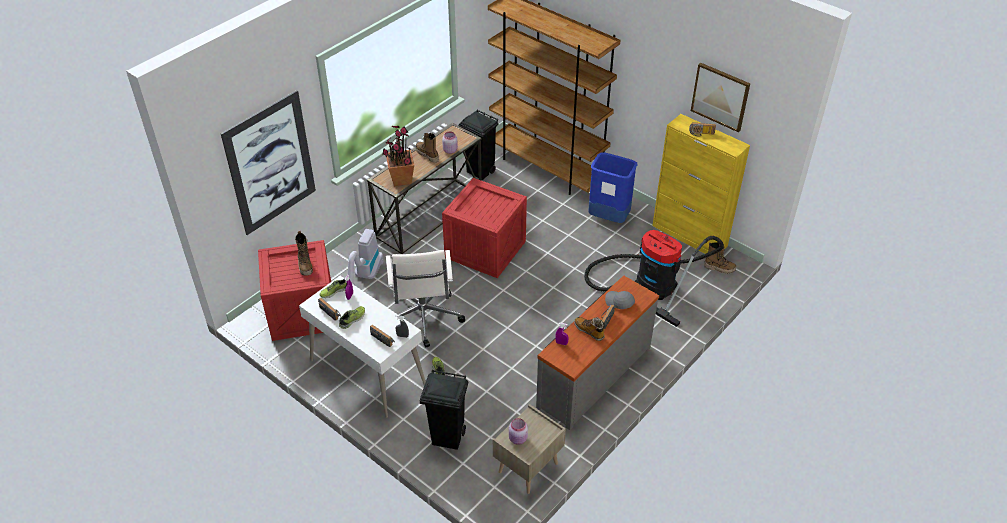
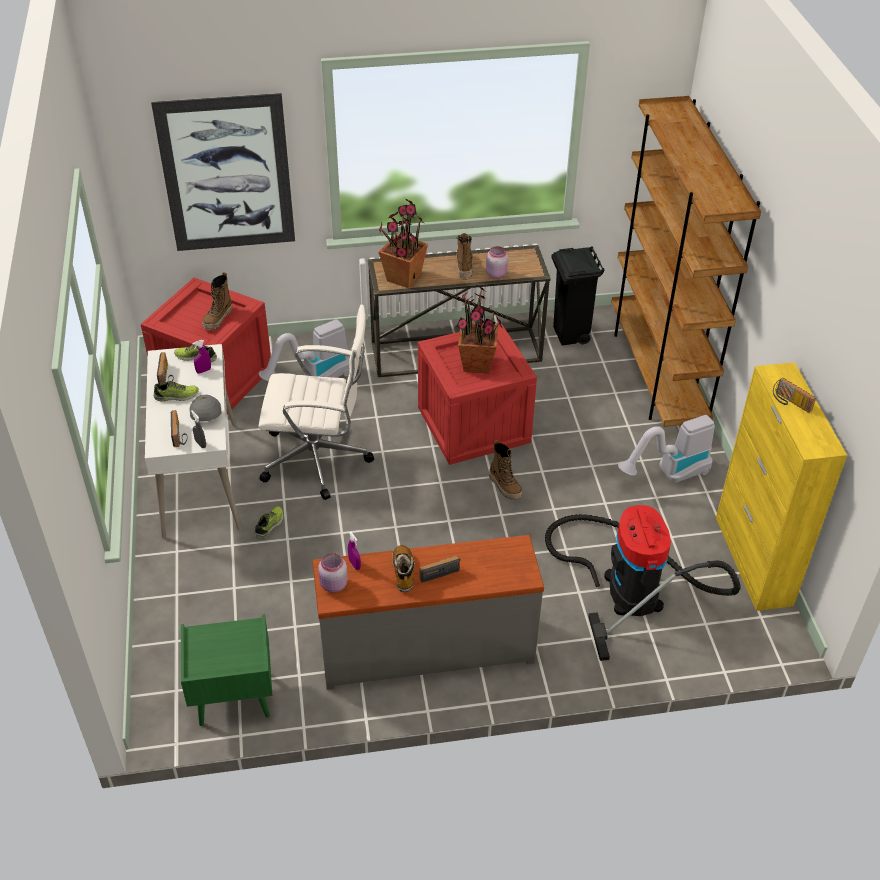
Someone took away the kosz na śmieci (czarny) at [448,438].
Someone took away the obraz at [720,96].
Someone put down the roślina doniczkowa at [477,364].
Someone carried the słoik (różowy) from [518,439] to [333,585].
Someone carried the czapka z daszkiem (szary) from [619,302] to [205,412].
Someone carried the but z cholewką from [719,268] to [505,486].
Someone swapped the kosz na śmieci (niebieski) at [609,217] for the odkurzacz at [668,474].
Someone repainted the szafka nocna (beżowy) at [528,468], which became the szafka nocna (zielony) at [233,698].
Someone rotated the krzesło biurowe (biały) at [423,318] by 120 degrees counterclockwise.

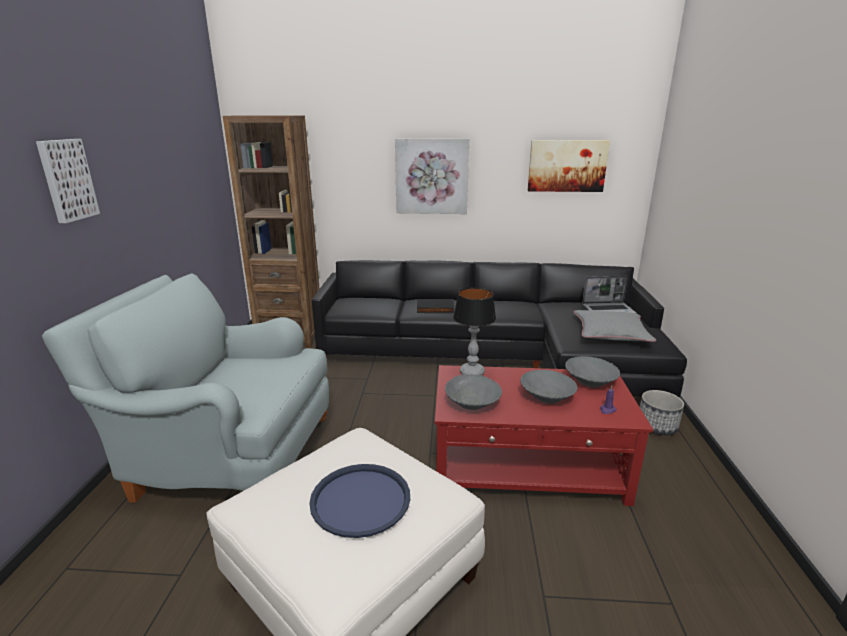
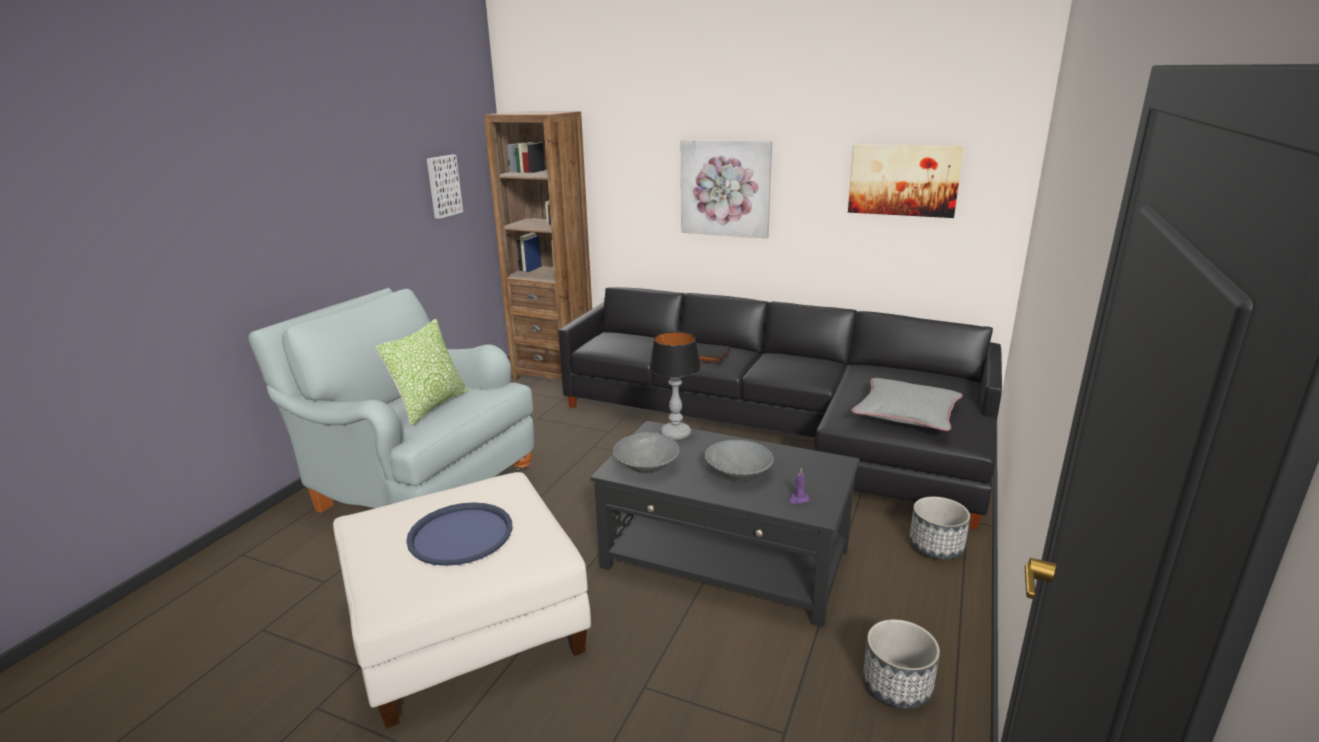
Someone took away the miska (szary) at [590,381].
Someone took away the laptop at [608,310].
Someone put down the poduszka at [430,406].
Someone put down the donica at [897,685].
Someone carried the obraz from [66,180] to [443,186].
Someone repainted the ława (czerwony) at [528,466], which became the ława (czarny) at [726,558].

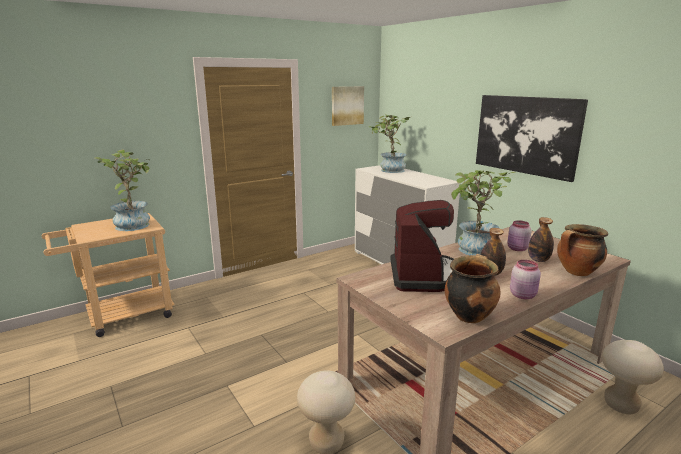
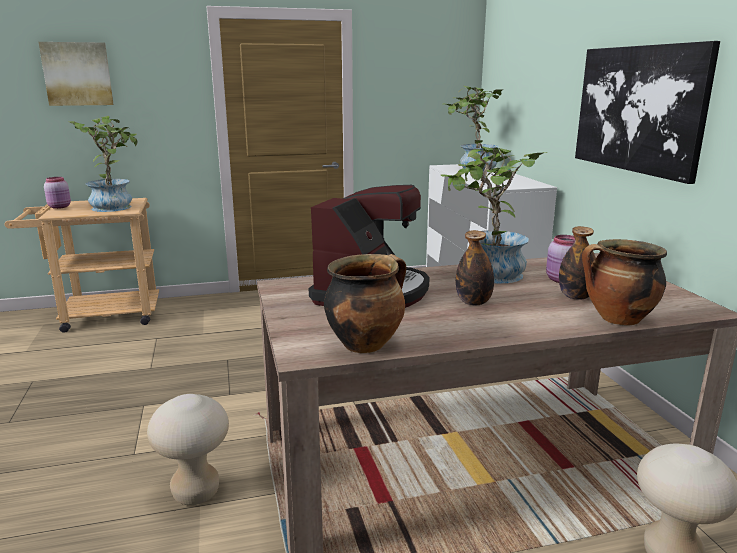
Someone carried the obraz from [347,105] to [77,74].
Someone carried the słoik (różowy) from [523,295] to [60,207].

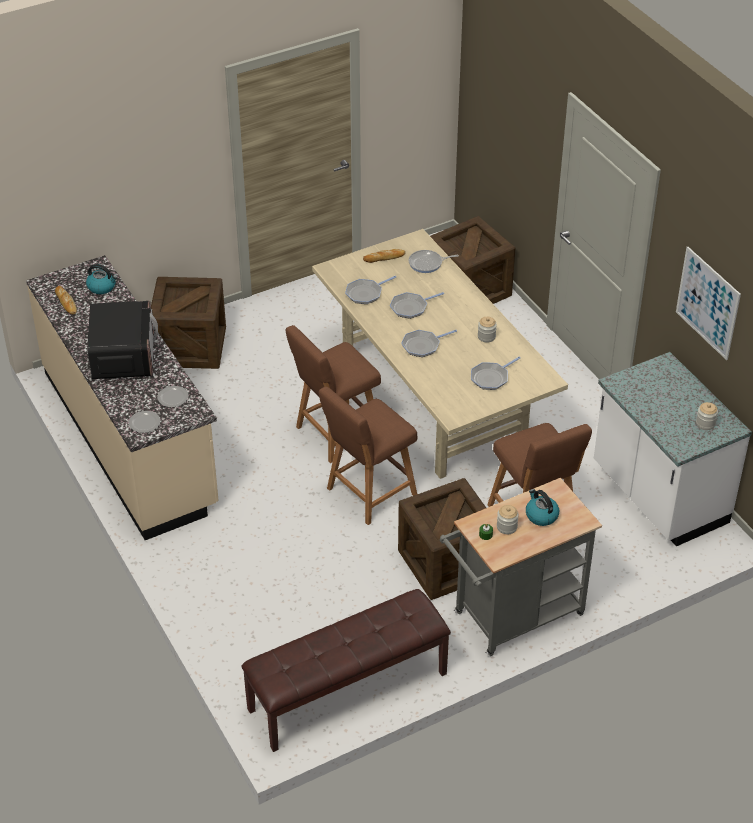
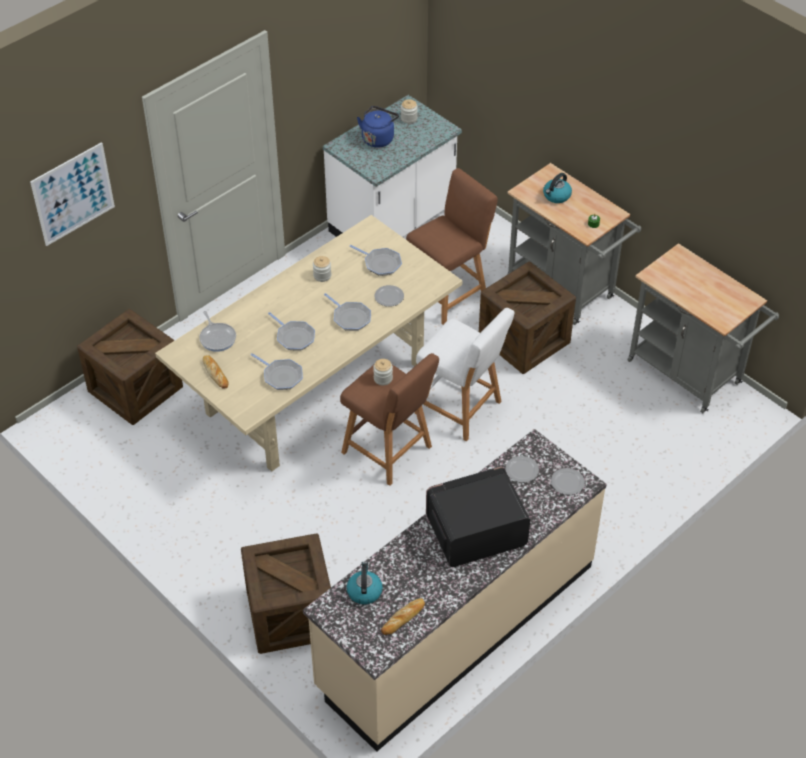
Someone put down the czajnik (niebieski) at [378,138].
Someone put down the talerz at [389,296].
Someone carried the słoik from [507,527] to [383,378].
Someone carried the obraz from [707,303] to [73,194].
Someone swapped the ławka (brązowy) at [348,692] for the wózek (szary) at [690,375].
Someone repainted the stołek (brązowy) at [368,493], which became the stołek (biały) at [461,409].

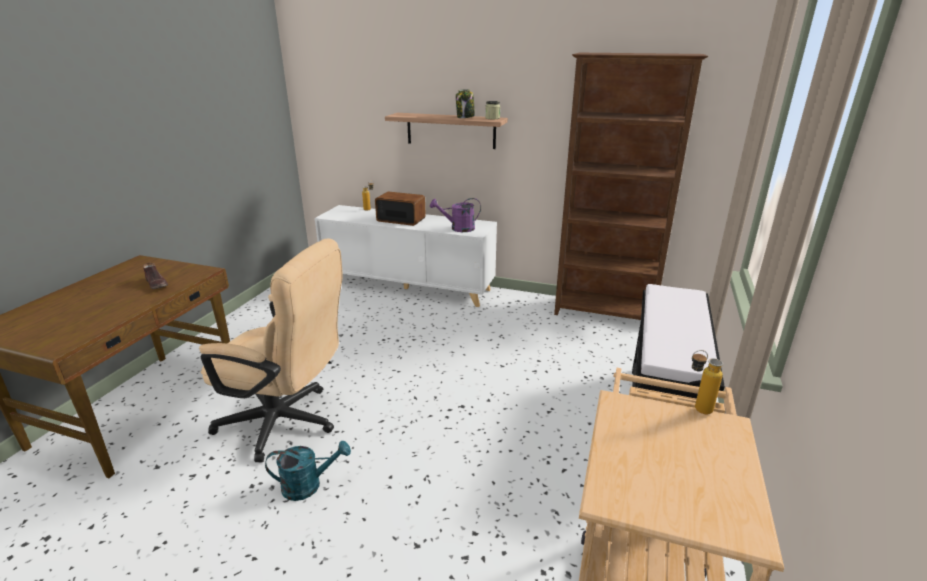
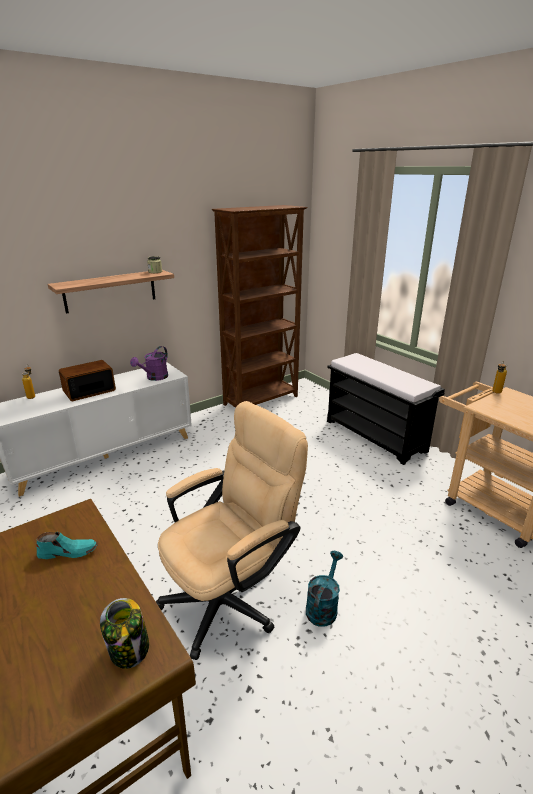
Someone carried the słoik from [465,117] to [129,649].
Someone repainted the but (brązowy) at [157,284], which became the but (turkusowy) at [68,552].

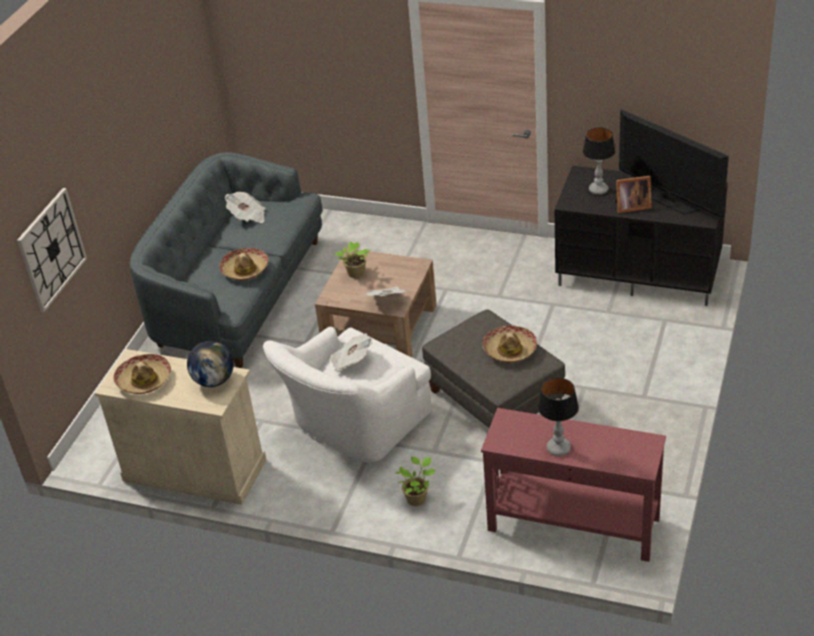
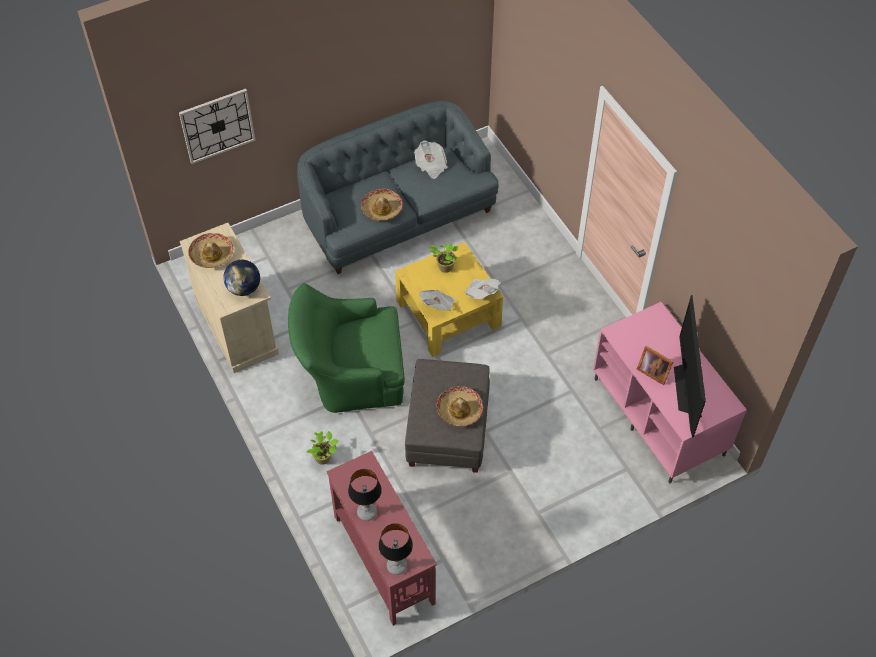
Someone carried the gazeta from [351,361] to [481,293].
Someone carried the lampa stołowa from [598,190] to [396,566].
Someone repainted the fotel (biały) at [354,425], which became the fotel (zielony) at [350,374].
Someone repainted the ława (brązowy) at [380,327], which became the ława (żółty) at [448,313].
Someone repainted the szafka pod telewizor (czarny) at [640,273], which became the szafka pod telewizor (różowy) at [660,417].

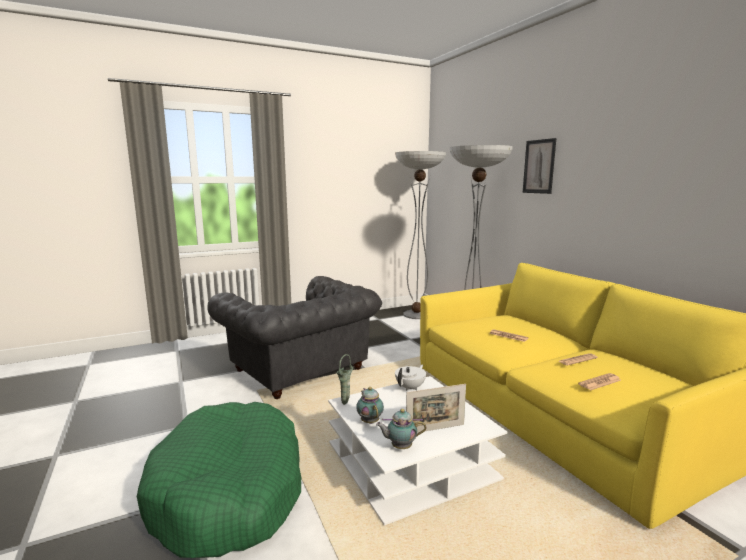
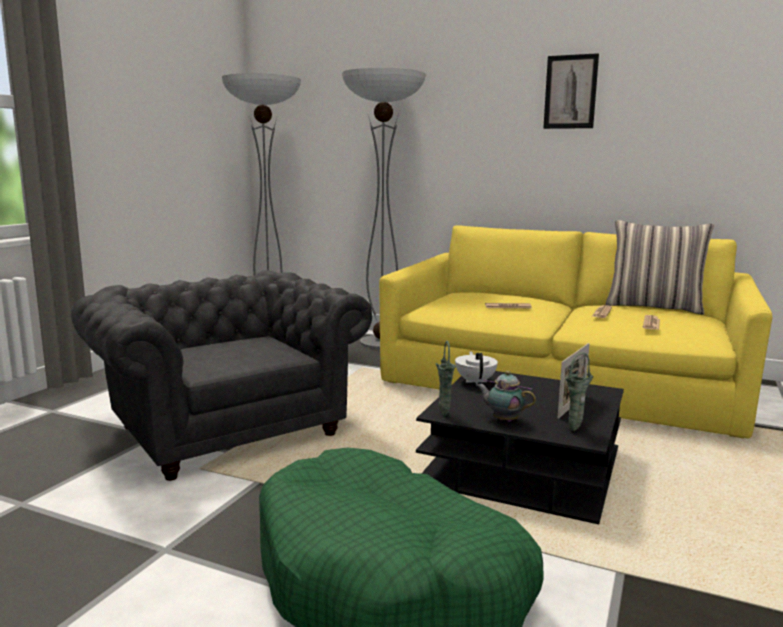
Someone put down the poduszka at [654,307].
Someone carried the obraz from [539,166] to [570,92].
Someone swapped the imbryk at [400,447] for the wazon (zielony) at [576,429].
Someone repainted the ława (biały) at [410,461], which became the ława (czarny) at [522,466].
Someone rotated the fotel (szary) at [301,371] by 135 degrees counterclockwise.

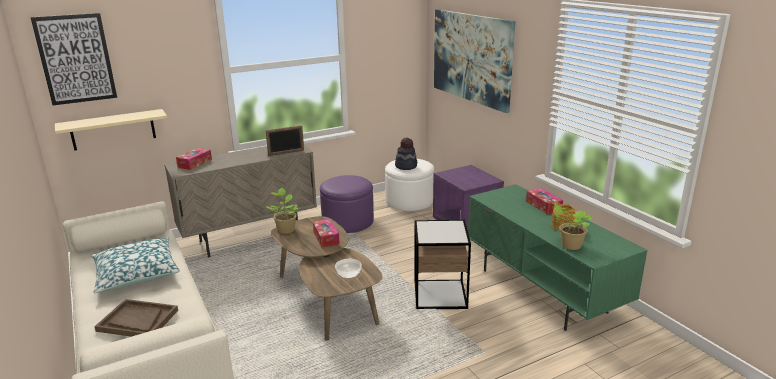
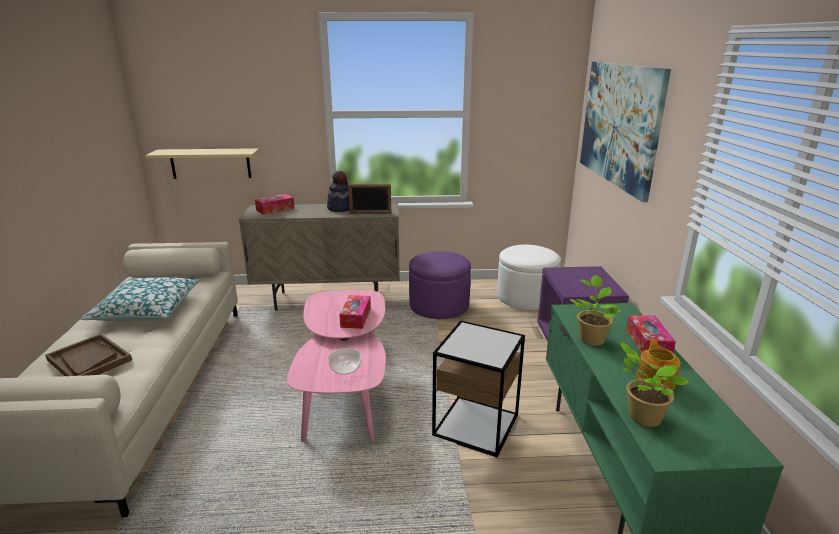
Someone took away the obraz at [76,59].
Someone carried the roślina doniczkowa from [286,229] to [591,338].
Someone carried the kapelusz from [406,166] to [341,208].
Someone repainted the ława (brązowy) at [326,298], which became the ława (różowy) at [345,388].

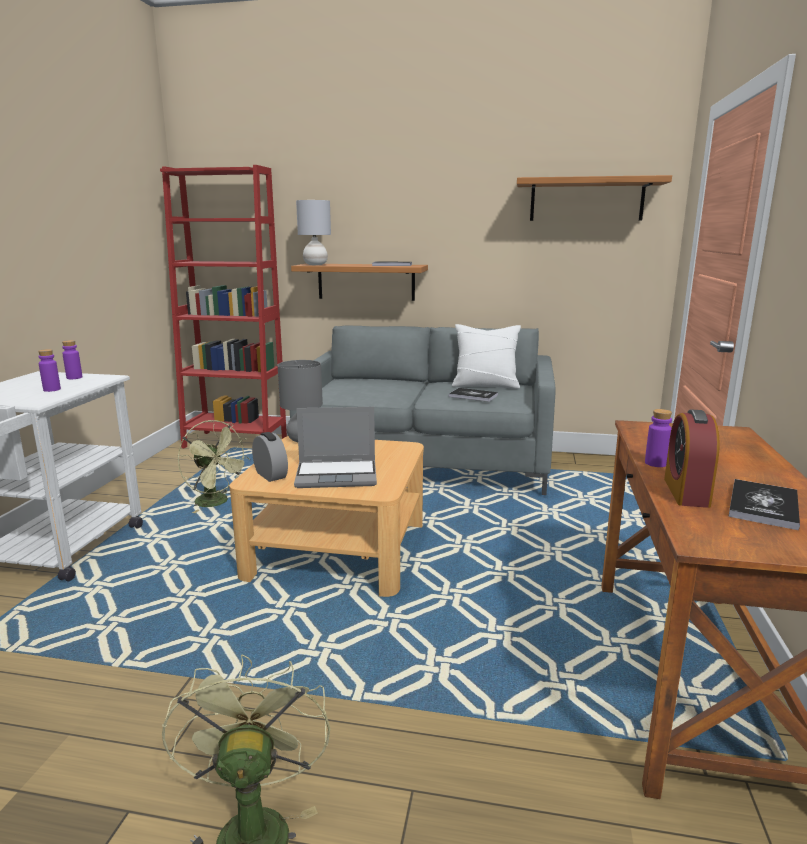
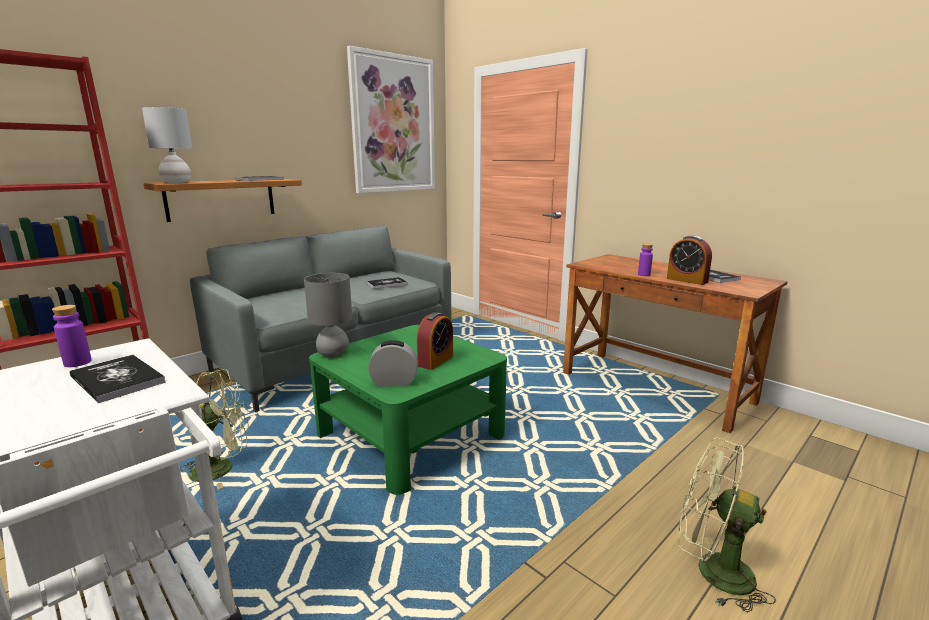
Someone took away the poduszka (biały) at [485,385].
Someone swapped the butelka (fioletowy) at [52,389] for the książka at [117,379].
Someone swapped the laptop at [337,475] for the budzik at [435,361].
Someone swapped the półka at [586,200] for the obraz at [393,125].
Someone repainted the ława (beżowy) at [338,548], which became the ława (zielony) at [411,433].

